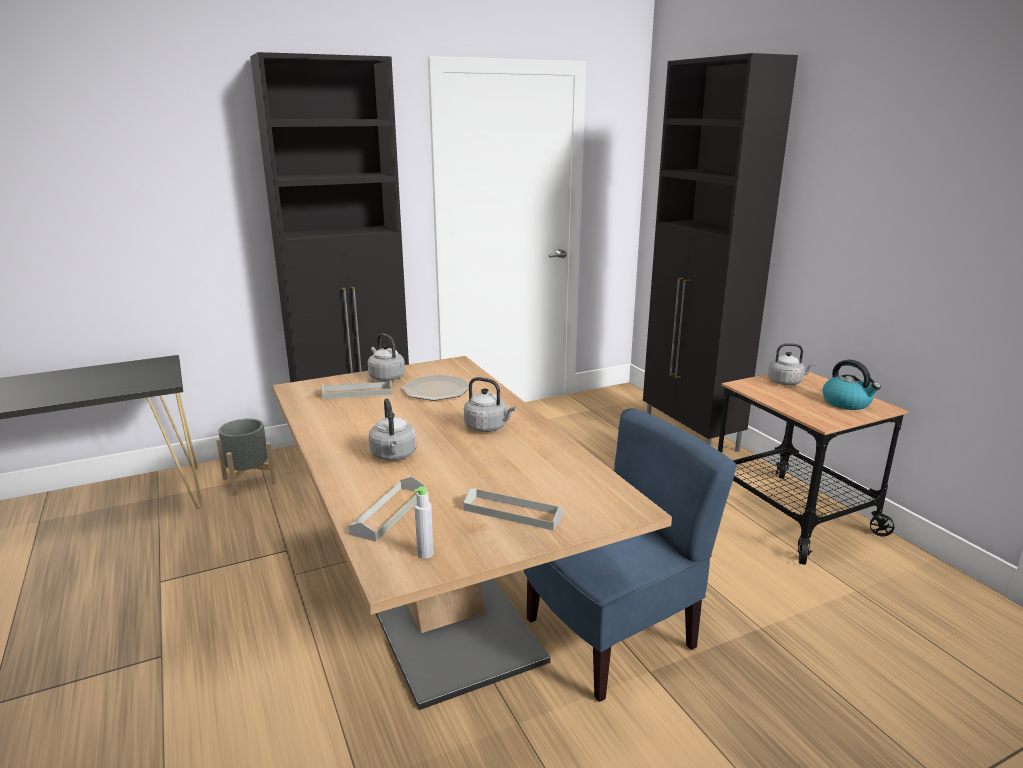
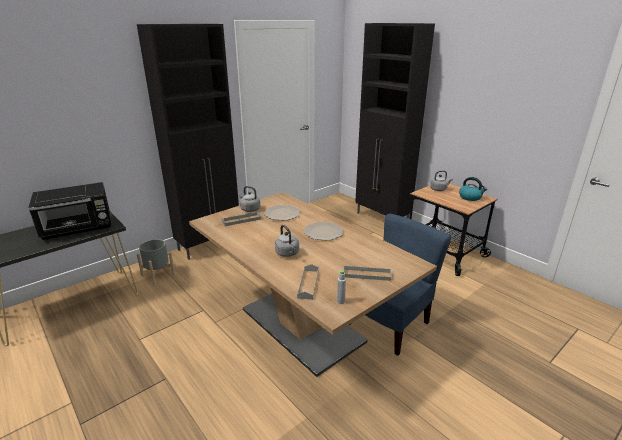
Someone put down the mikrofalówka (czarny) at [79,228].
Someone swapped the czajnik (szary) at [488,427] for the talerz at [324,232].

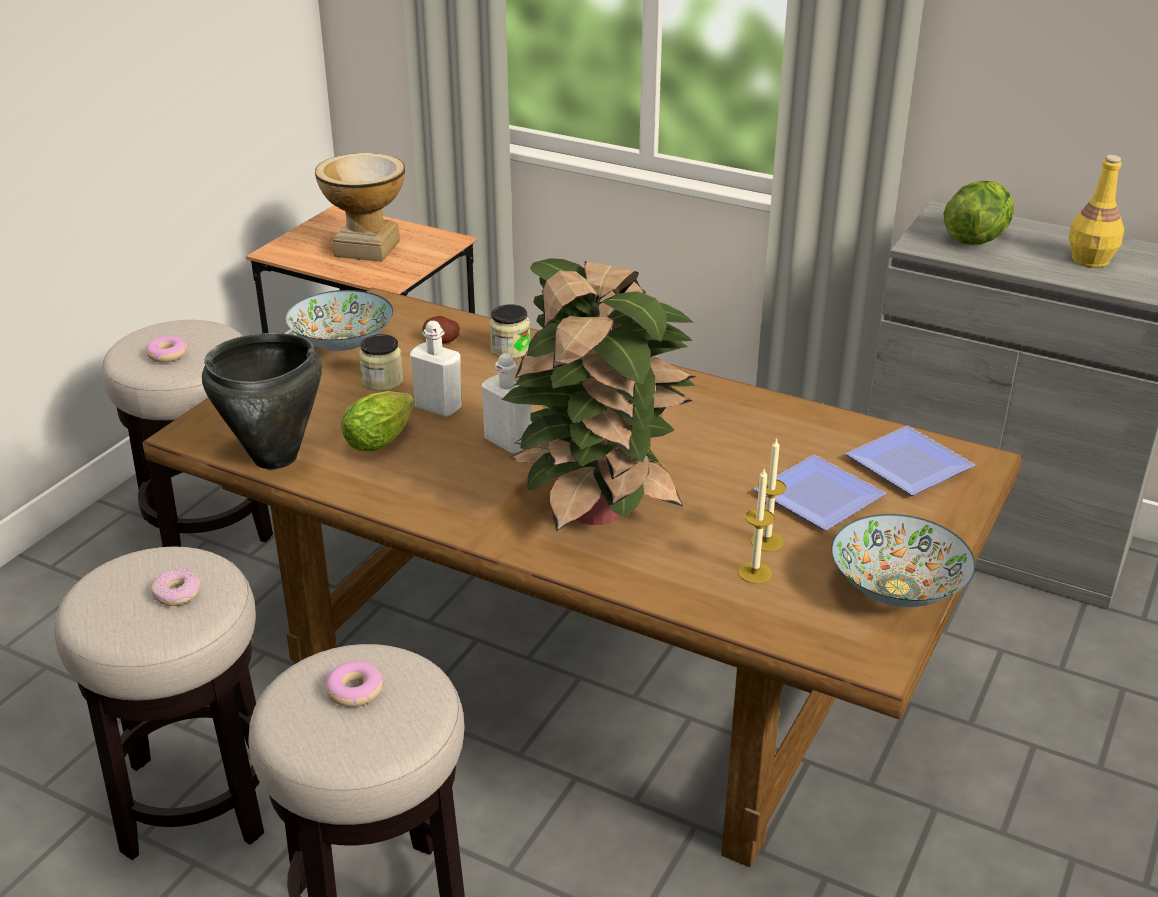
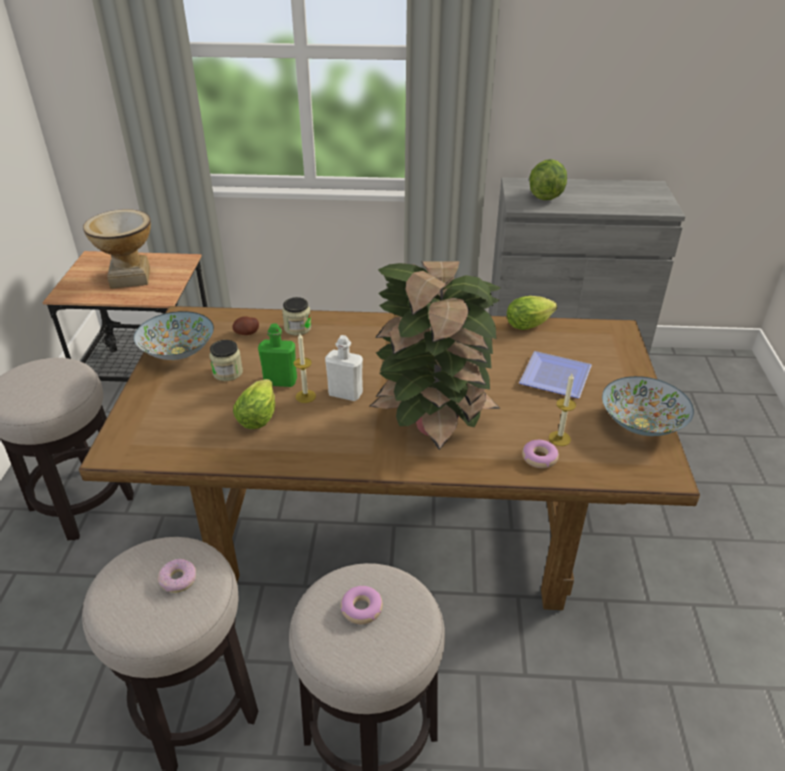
Someone took away the garnek (czarny) at [276,458].
Someone took away the talerz at [908,462].
Someone took away the butelka (żółty) at [1091,260].
Someone put down the sałata at [531,324].
Someone carried the donut from [167,354] to [539,458].
Someone carried the świeca from [766,541] to [305,396].
Someone repainted the butelka (biały) at [438,407], which became the butelka (zielony) at [280,381].

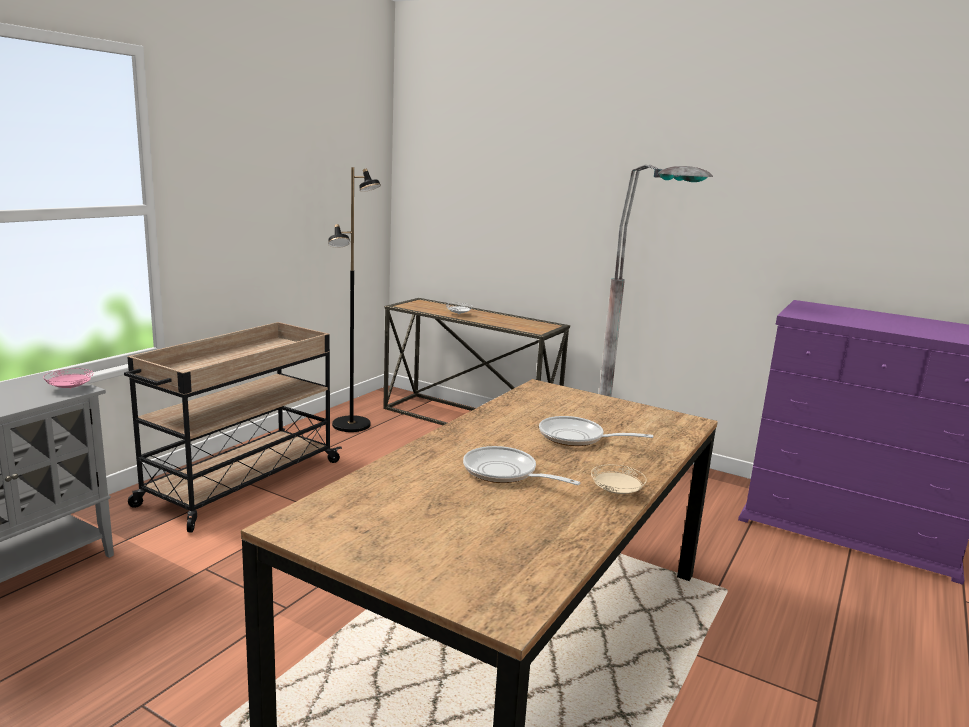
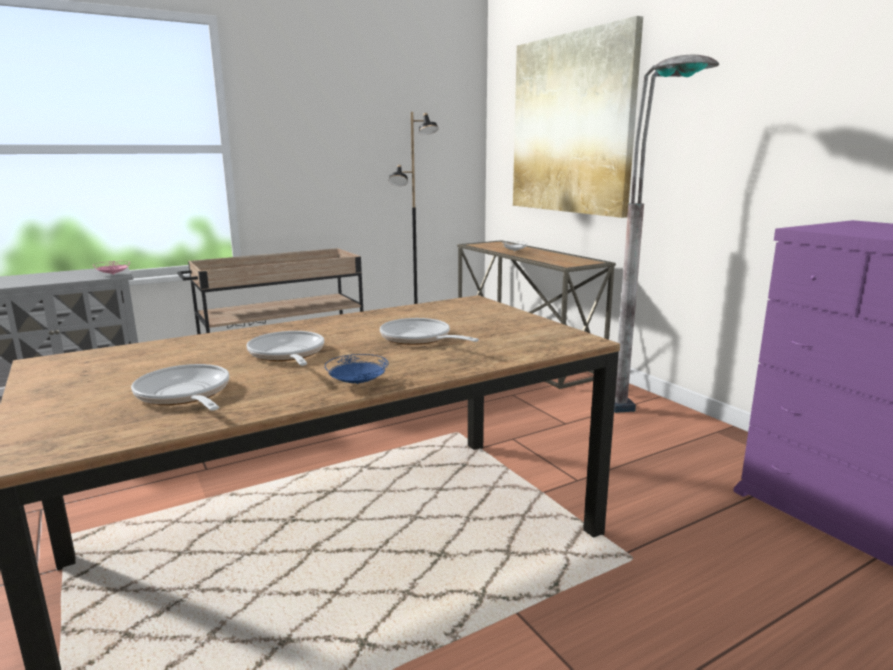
Someone put down the patelnia at [185,395].
Someone put up the obraz at [571,125].
Someone repainted the talerz (beżowy) at [616,493], which became the talerz (niebieski) at [357,384].

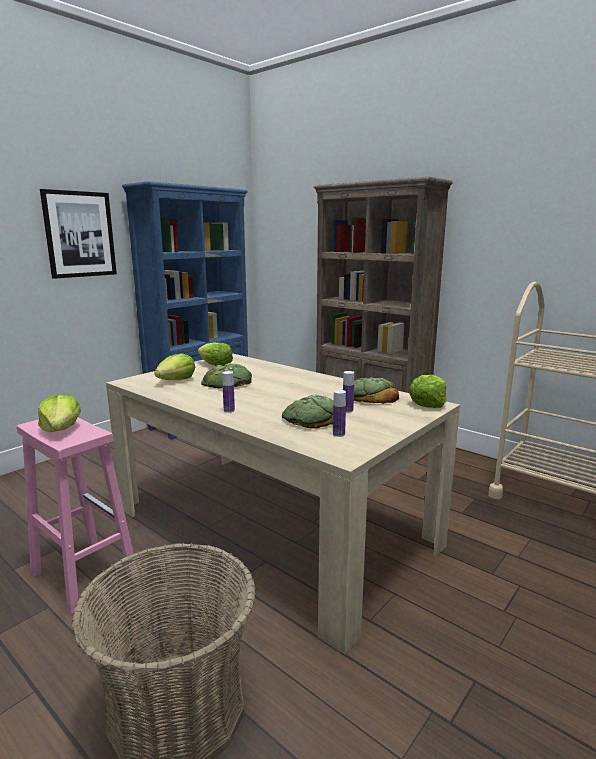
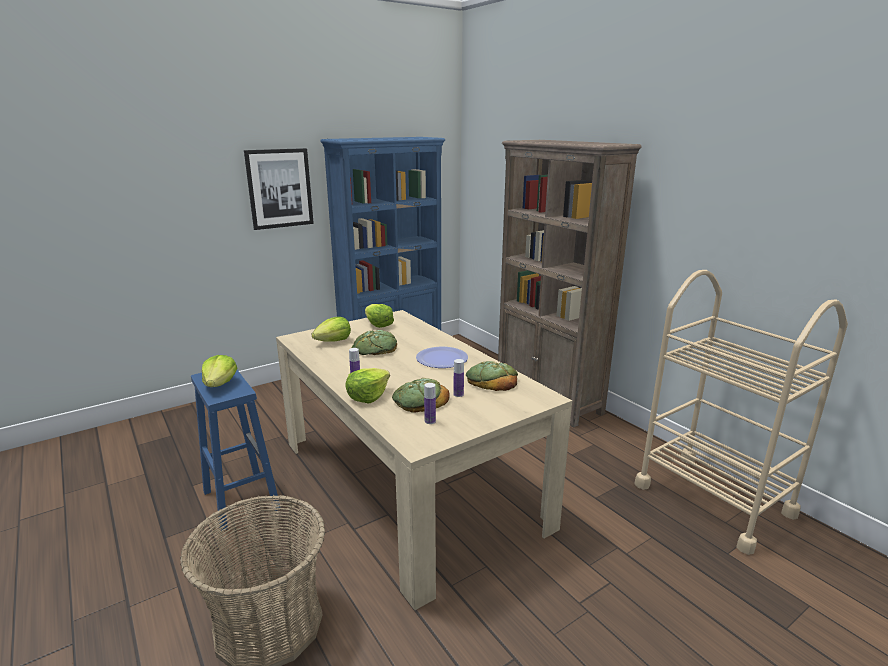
Someone put down the talerz at [441,359].
Someone carried the sałata from [427,403] to [368,396].
Someone repainted the stołek (różowy) at [83,574], which became the stołek (niebieski) at [240,499].

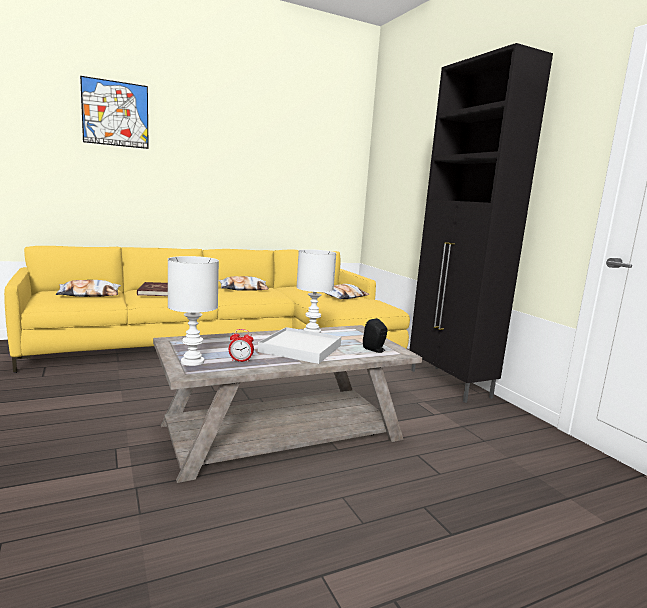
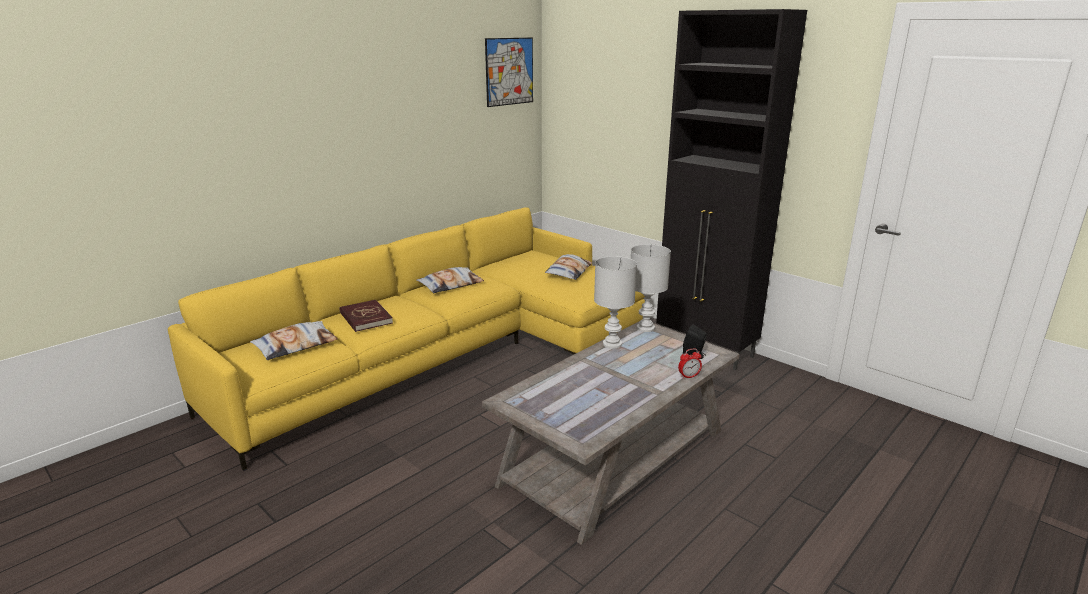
Someone took away the taca (biały) at [300,348].
Someone carried the obraz from [115,113] to [509,71].
Someone carried the lampa stołowa (biały) from [192,361] to [644,328].
Someone carried the budzik from [241,360] to [688,376].

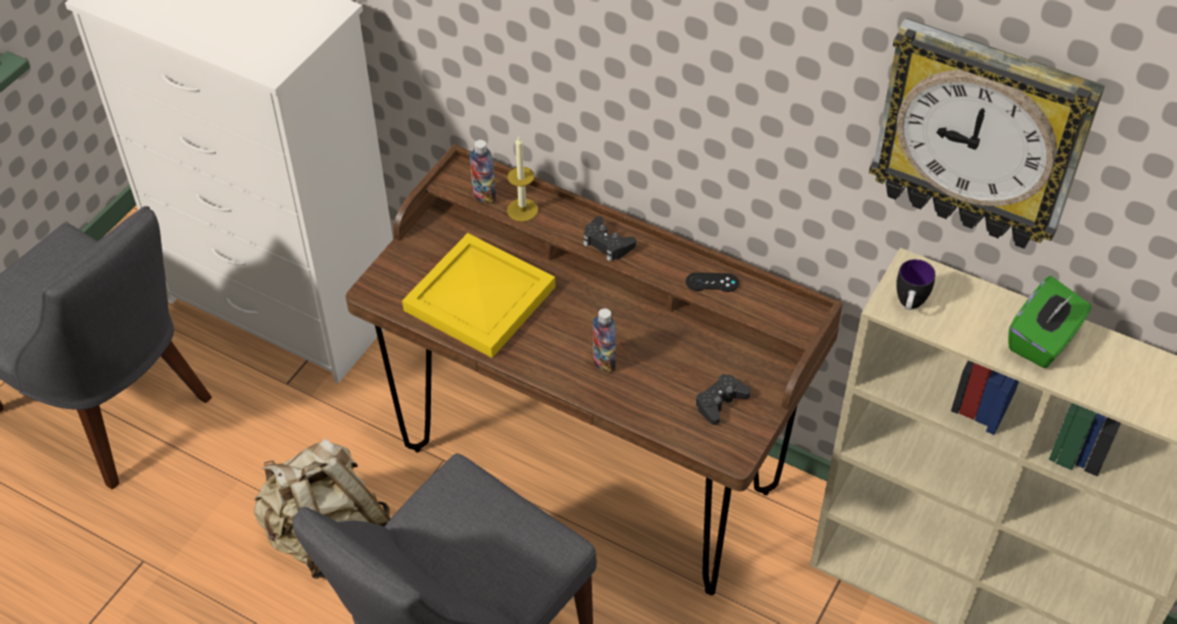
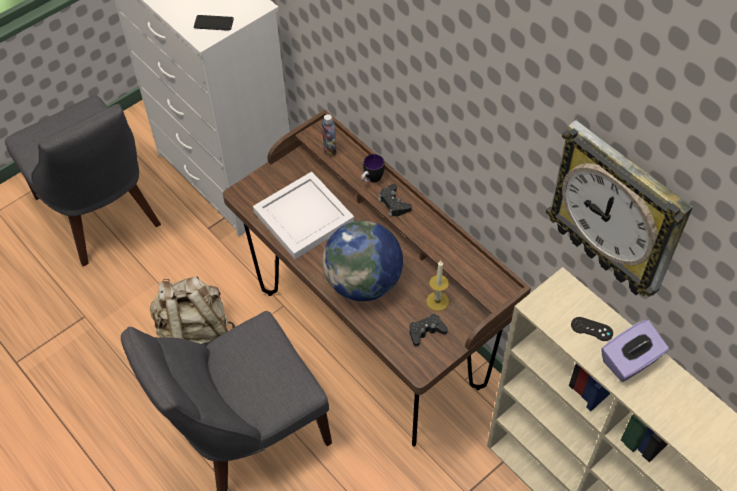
Someone put down the telefon at [213,23].
Someone carried the świeca from [522,210] to [437,301].
Someone carried the pad do gier (czarny) from [712,282] to [591,329].
Someone carried the kubek from [909,305] to [371,180].
Someone swapped the butelka at [604,362] for the globus at [363,282].
Someone repainted the taca (żółty) at [479,297], which became the taca (biały) at [304,216].
Someone repainted the pudełko chusteczek (zielony) at [1043,340], which became the pudełko chusteczek (fioletowy) at [630,361].

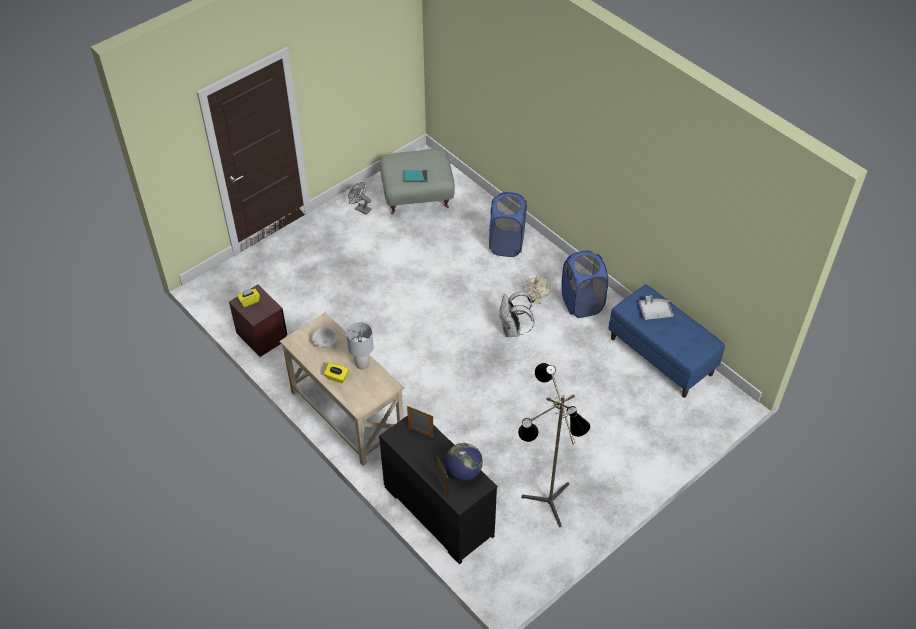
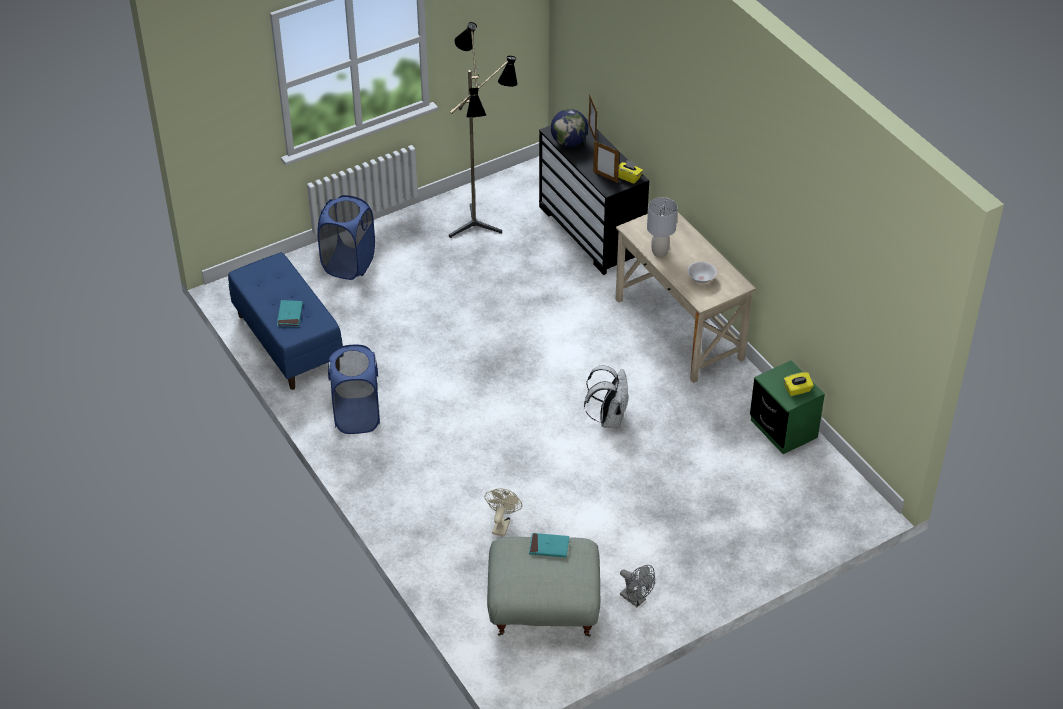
Someone carried the pudełko chusteczek (żółty) from [337,377] to [629,177].
Someone carried the kosz na pranie (niebieski) from [506,244] to [349,264].
Someone carried the plecak (biały) from [513,330] to [609,418].
Someone carried the wentylator (beżowy) from [536,299] to [502,524].
Someone swapped the taca (szary) at [655,311] for the książka (turkusowy) at [290,315].
Someone repainted the szafka nocna (brązowy) at [262,336], which became the szafka nocna (zielony) at [783,429].

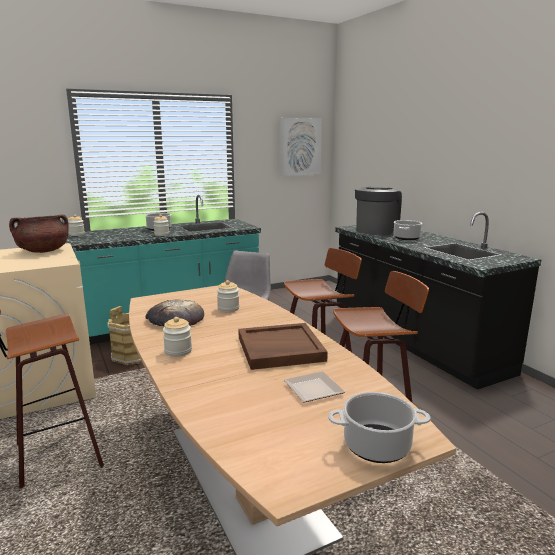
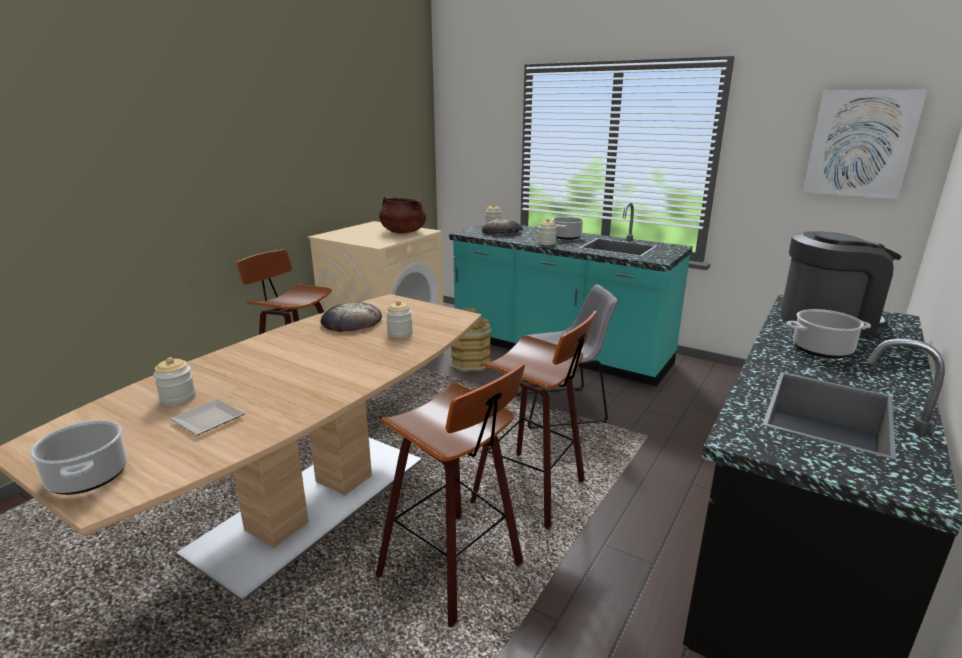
Someone took away the taca (brązowy) at [279,349].
Someone put down the chleb at [502,232].
Someone carried the słoik from [178,351] to [178,398].

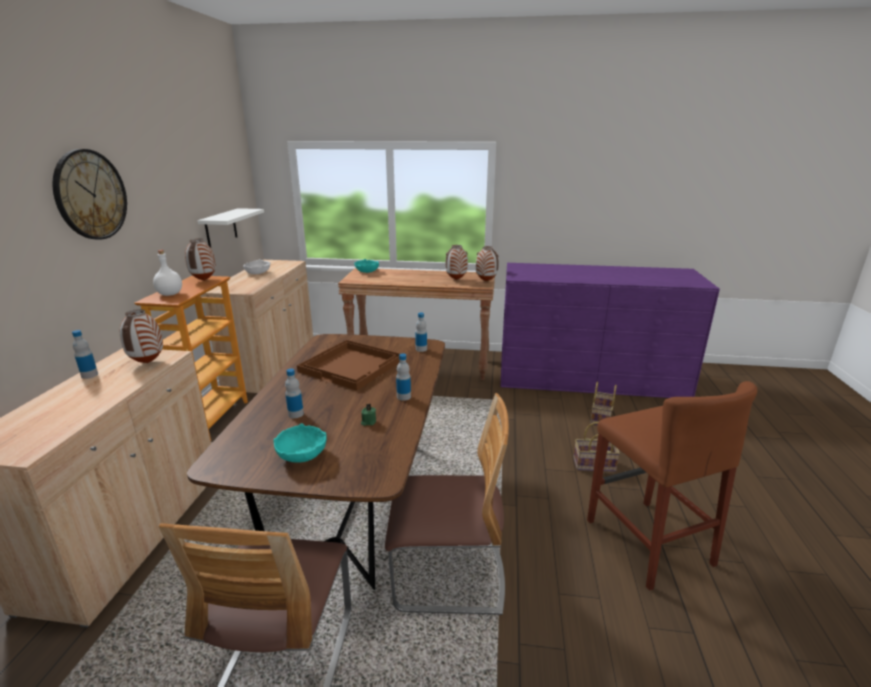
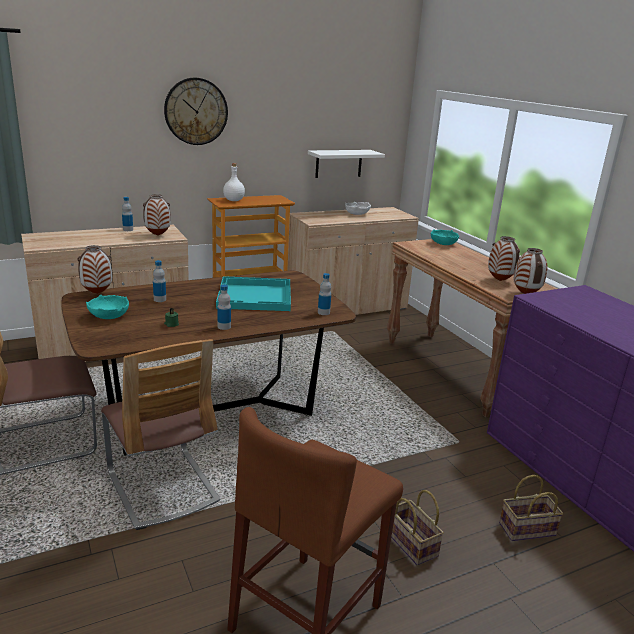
Someone carried the wazon from [204,280] to [97,293].
Someone repainted the taca (brązowy) at [352,366], which became the taca (turkusowy) at [255,296].

